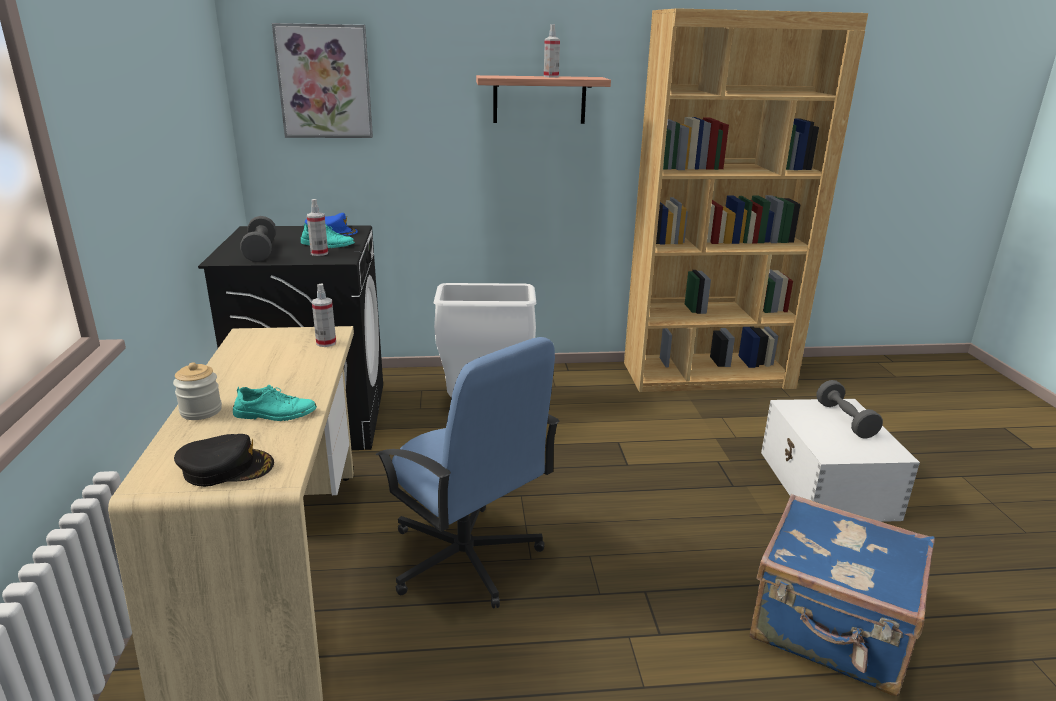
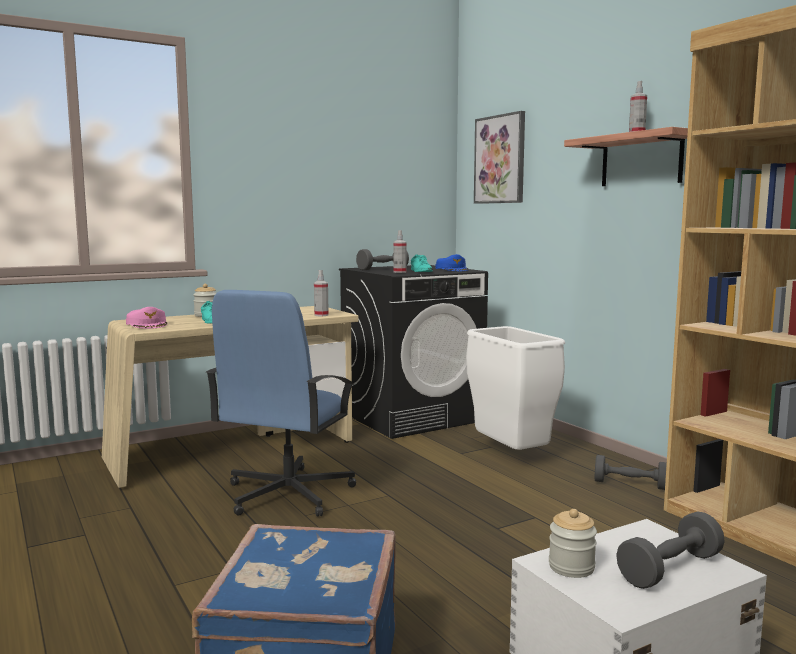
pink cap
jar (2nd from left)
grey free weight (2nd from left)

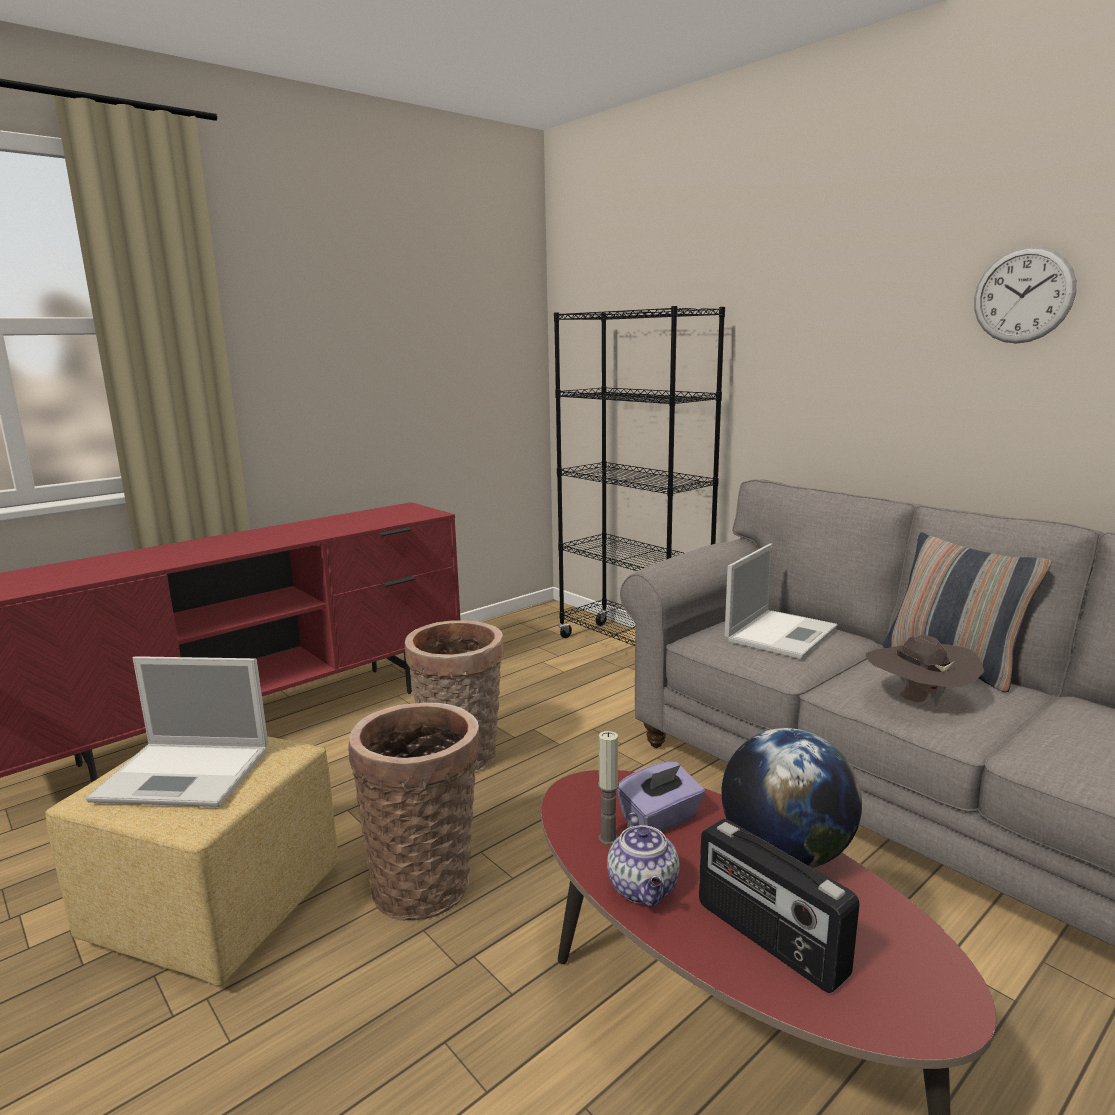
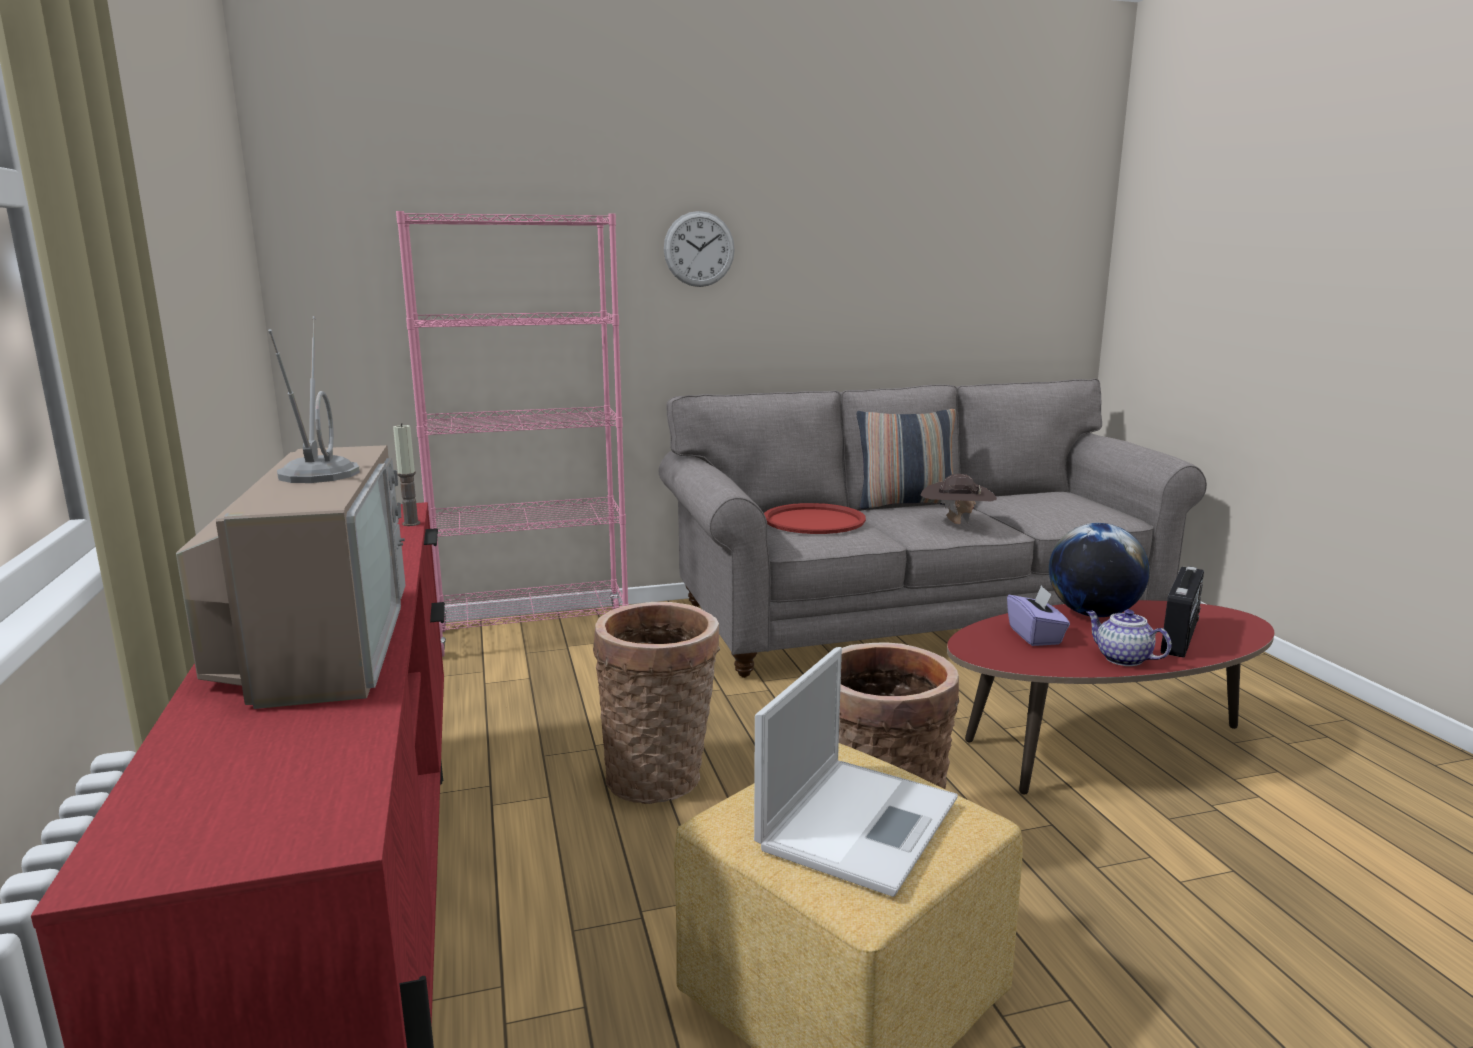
pink bookshelf
wax light
teapot
radio
reddish serving tray
hanging clock
TV

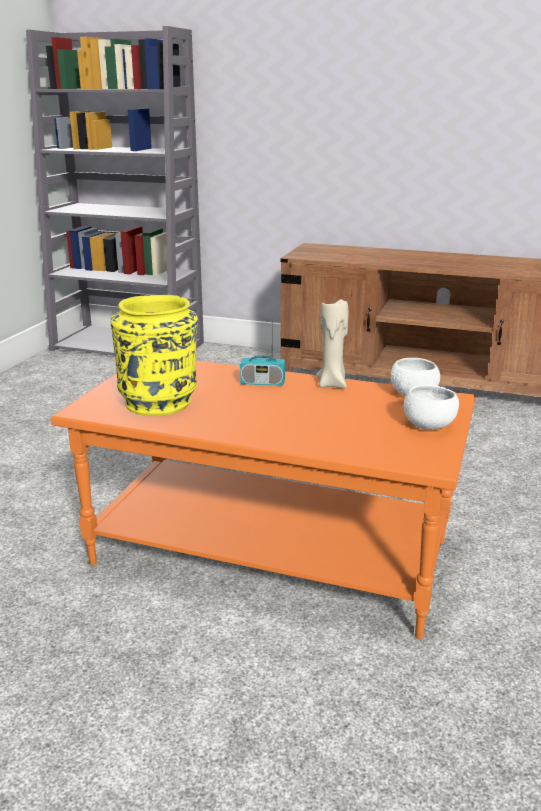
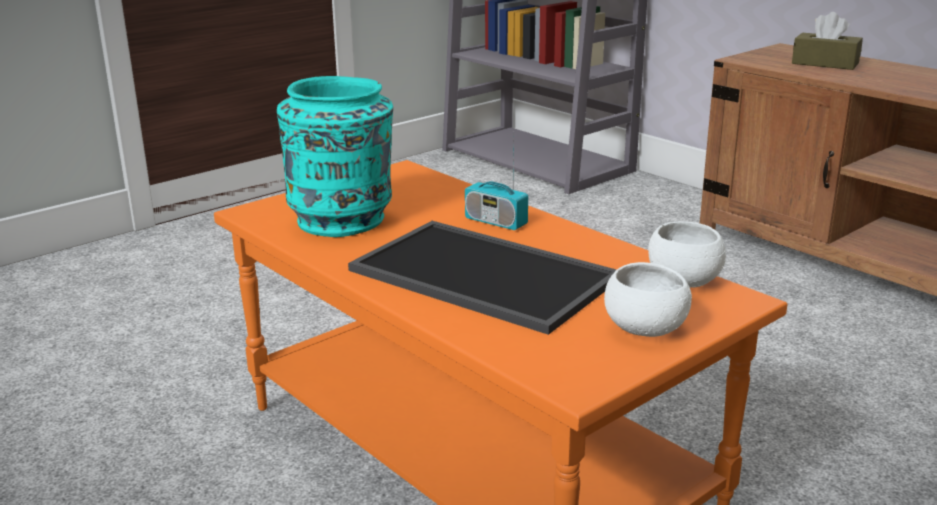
turquoise-coloured flower vase
sand-coloured wax light
serving tray
brown box of tissues

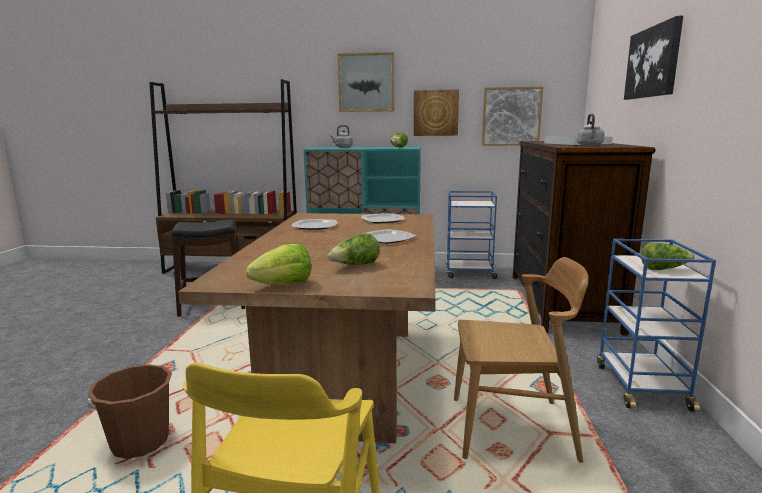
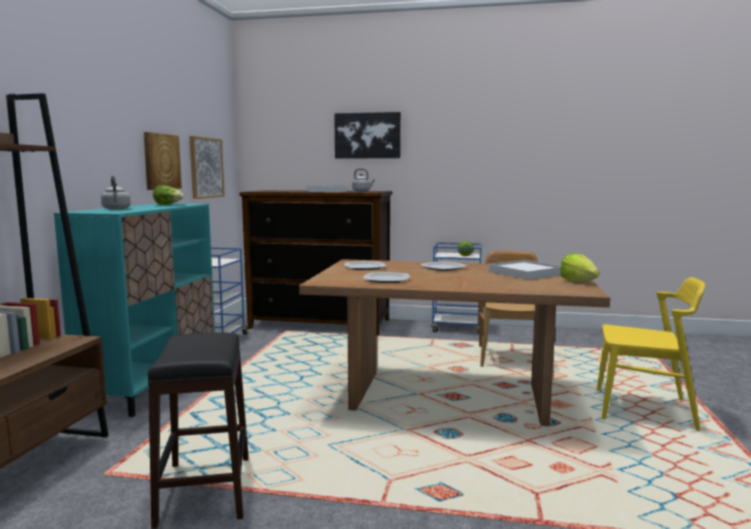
brown bucket
white serving tray (2nd from left)
wall art (1st from left in the first image)

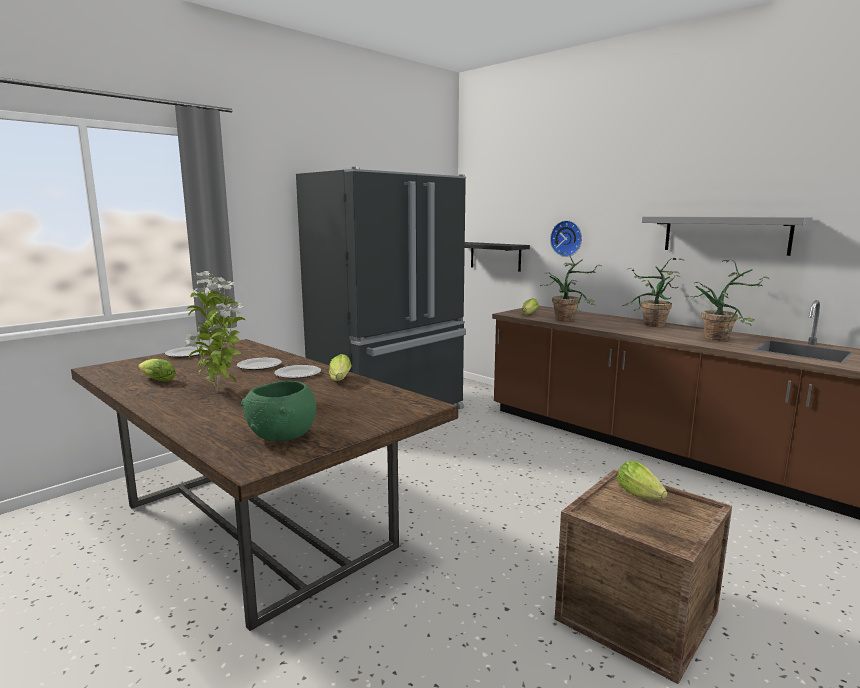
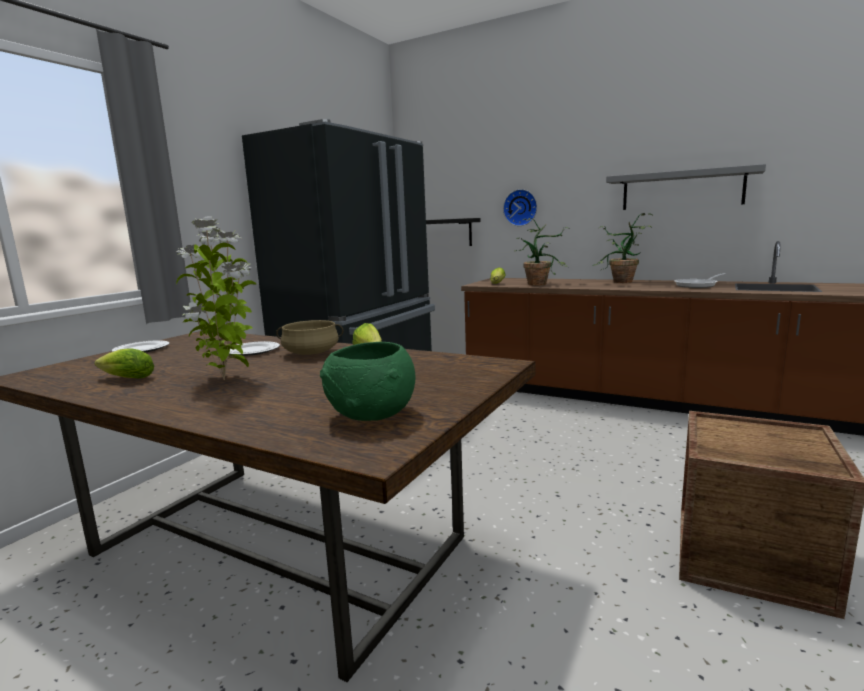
sand-coloured cooking pot
lettuce head (4th from left in the first image)
pan

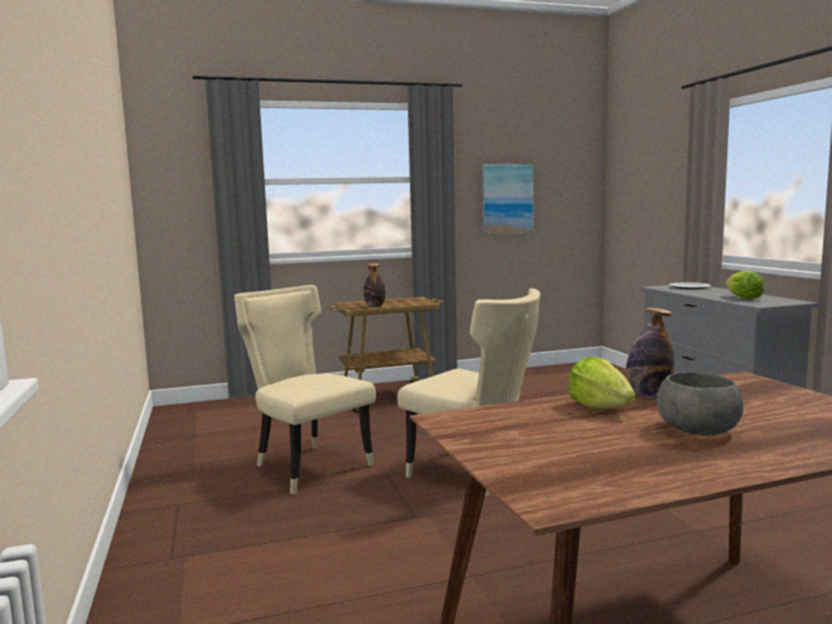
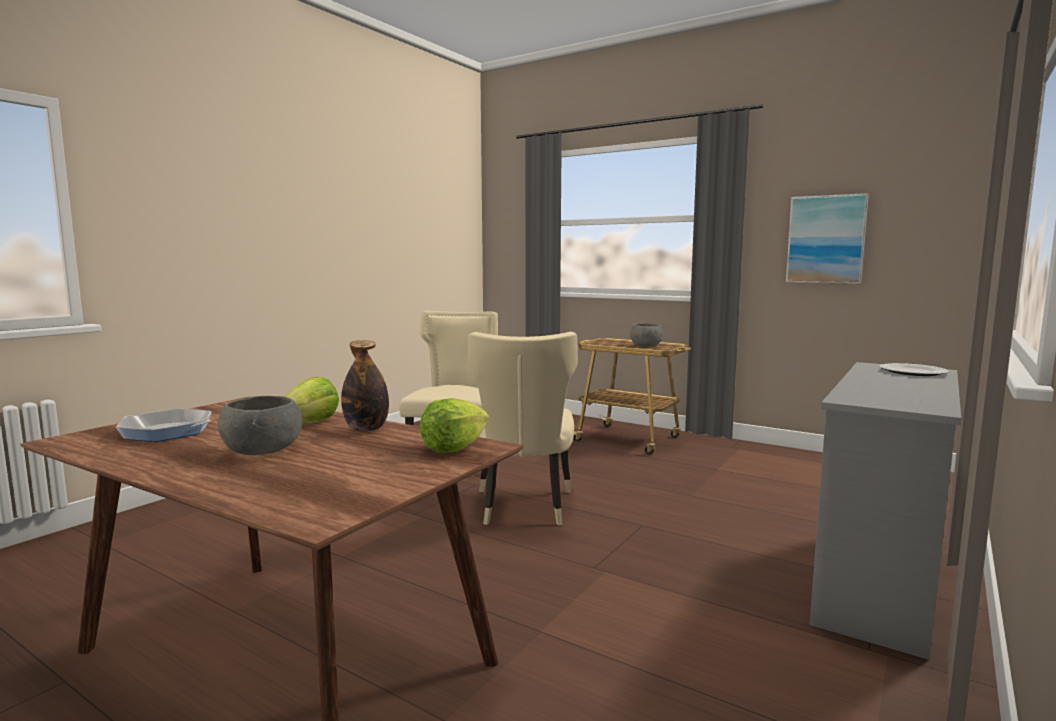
bottle (1st from left in the first image)
lettuce head (2nd from left)
pan
grey deep dish (2nd from left)

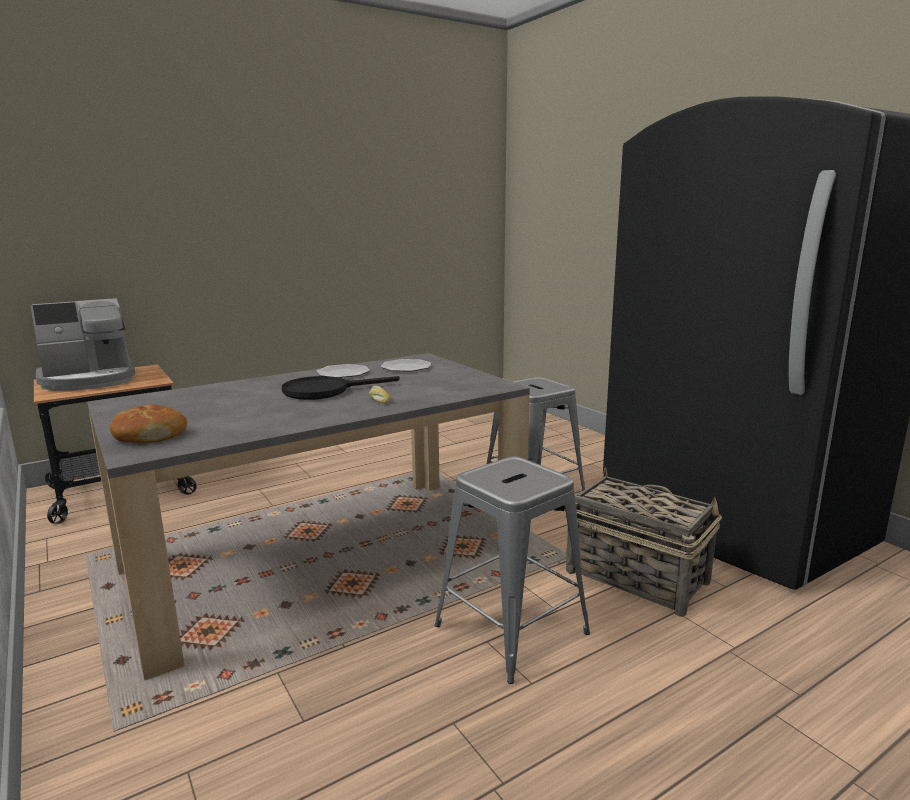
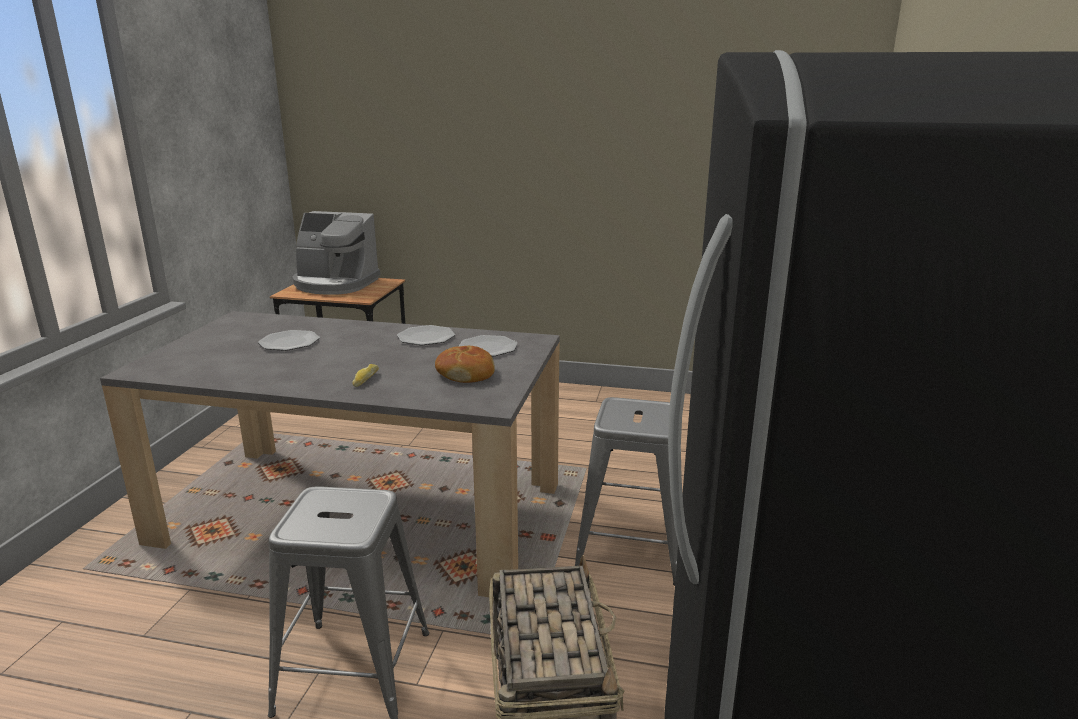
bakery bread (2nd from left)
black pan
plate (1st from left)

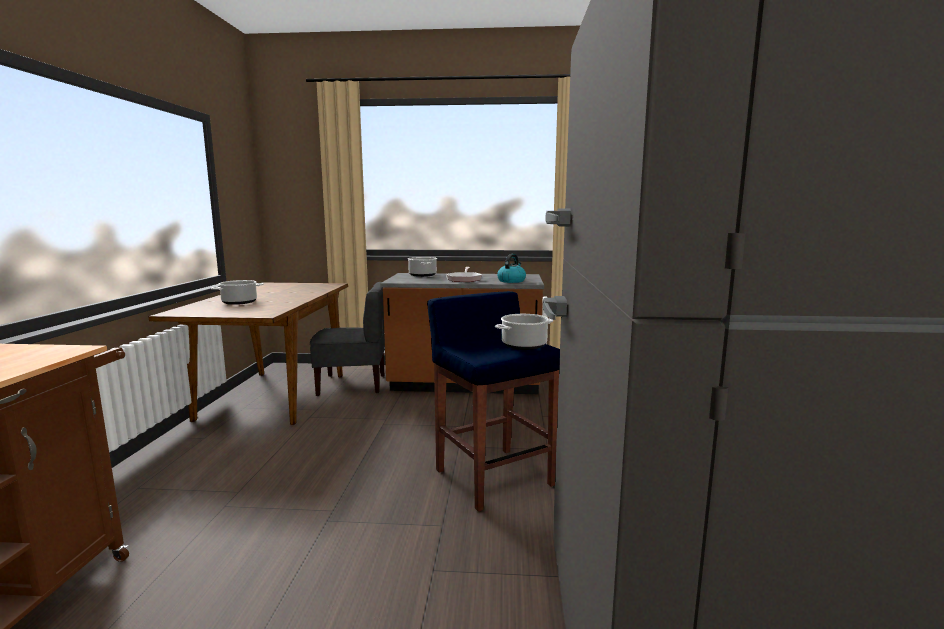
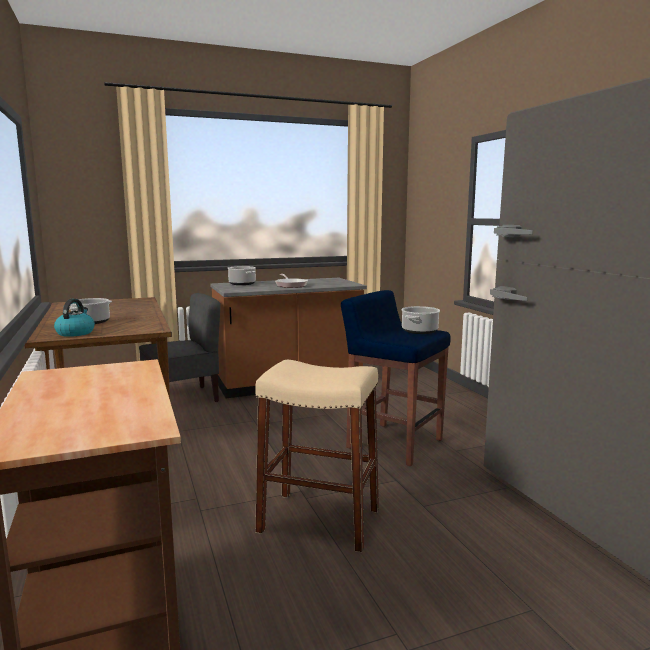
water kettle
sand-coloured sitting stool

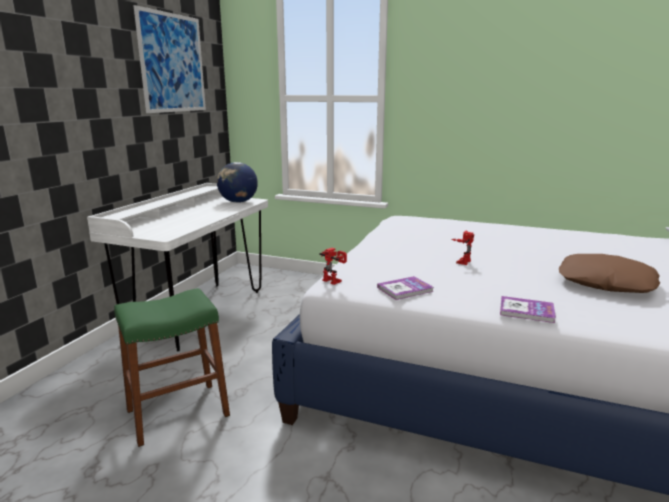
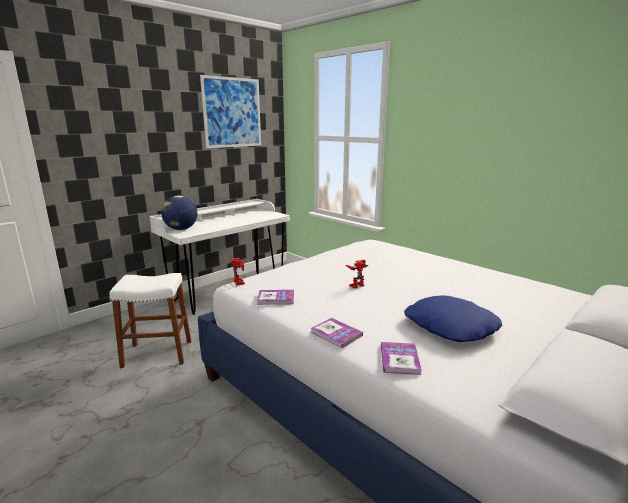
white sitting stool
globe
blue-coloured pillow
bound book (3rd from left)

